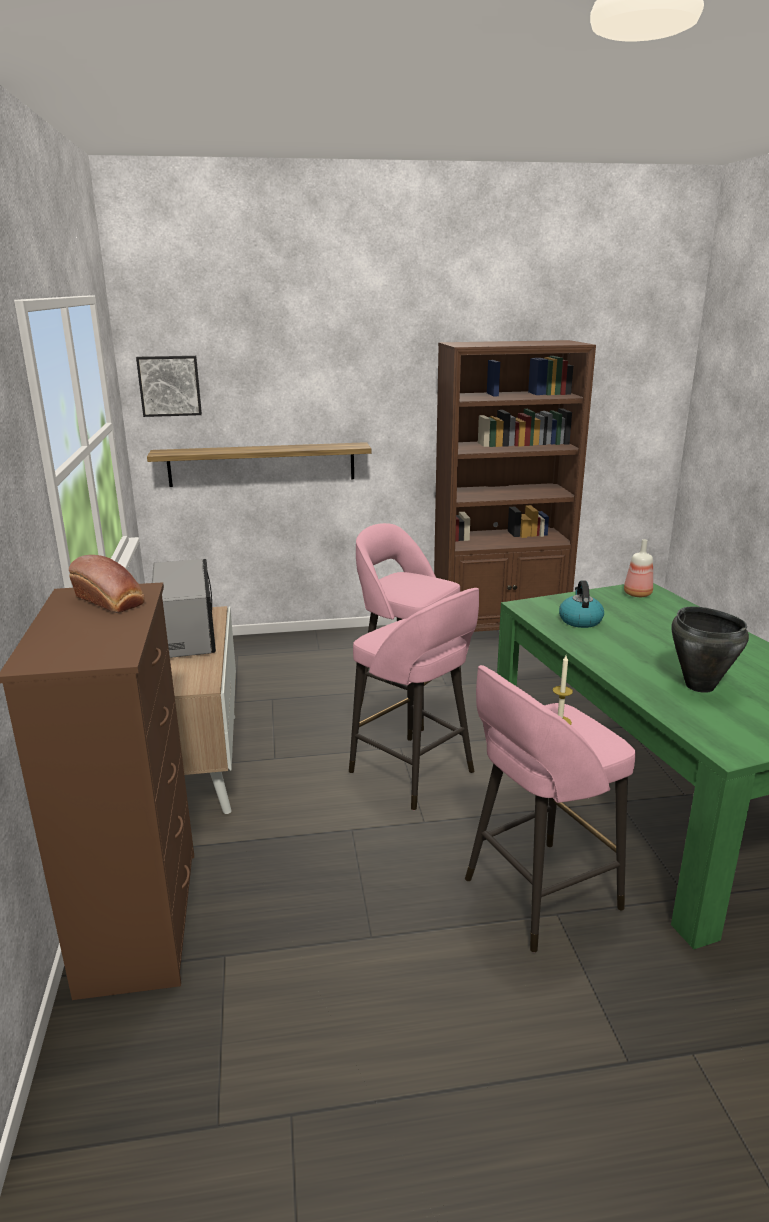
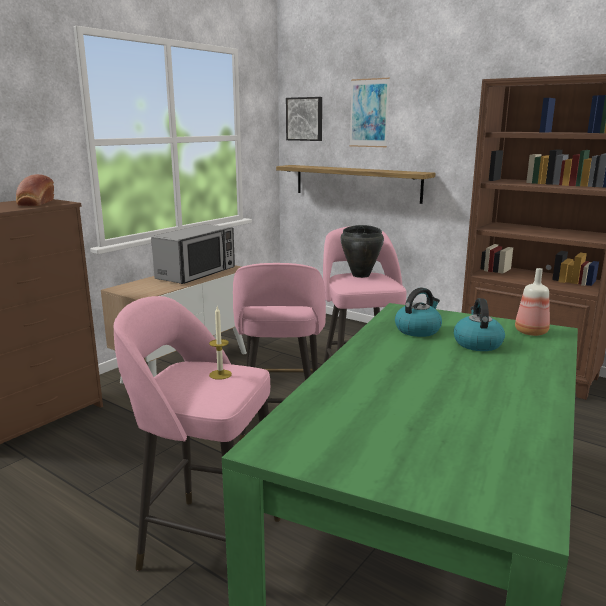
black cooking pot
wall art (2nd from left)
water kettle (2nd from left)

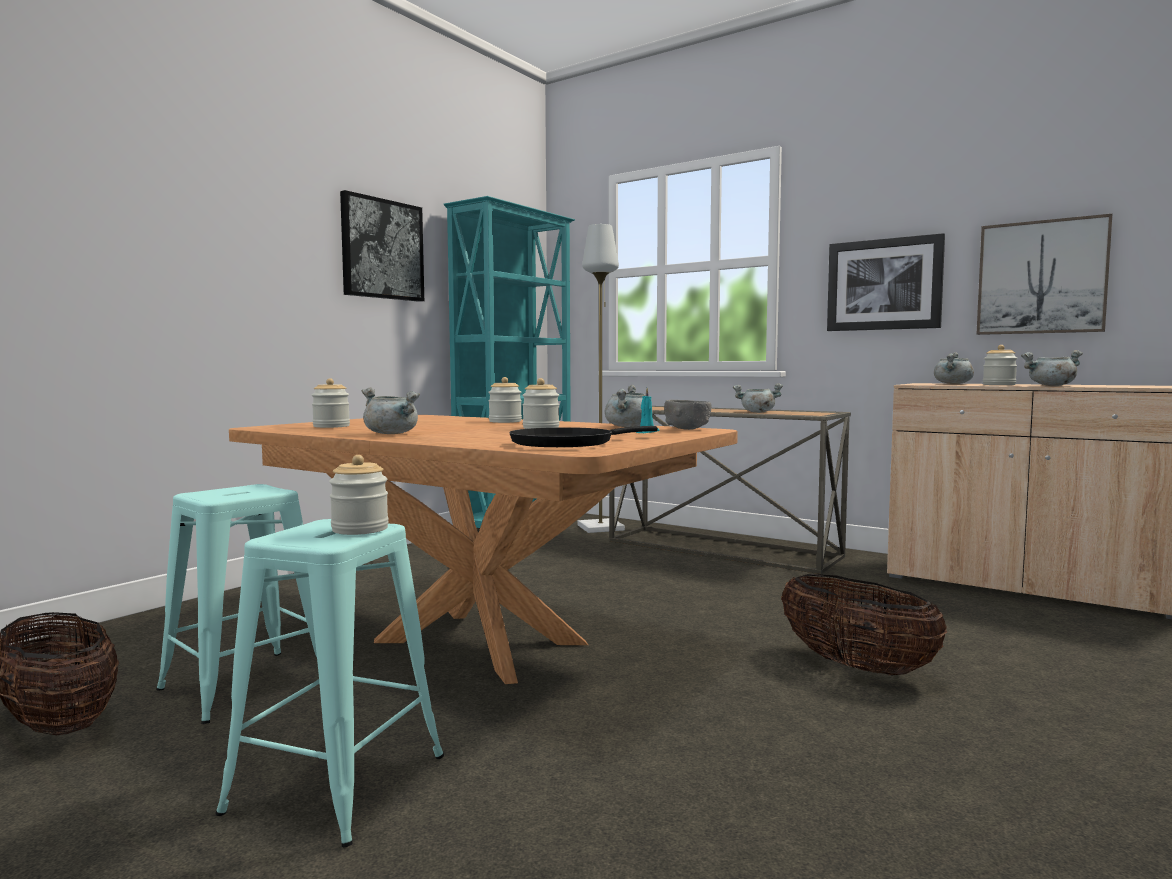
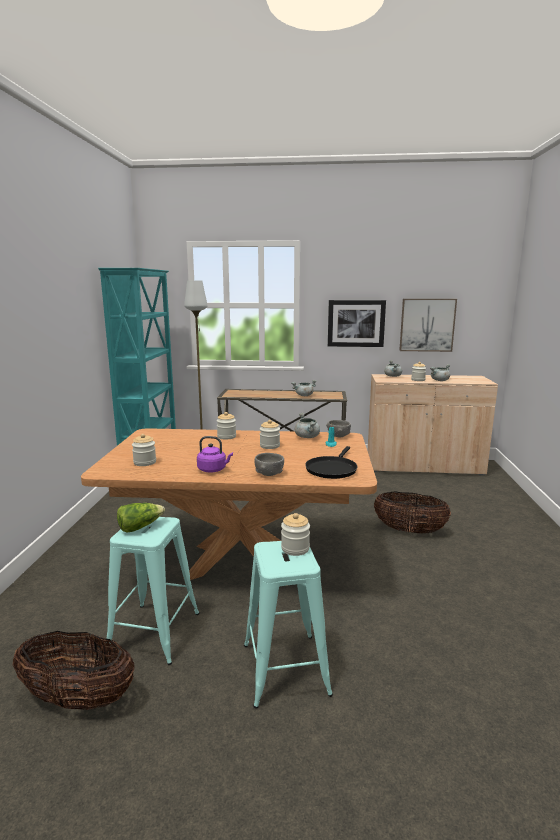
wall art (1st from left in the first image)
purple-coloured water kettle
lettuce head
grey deep dish (1st from left)

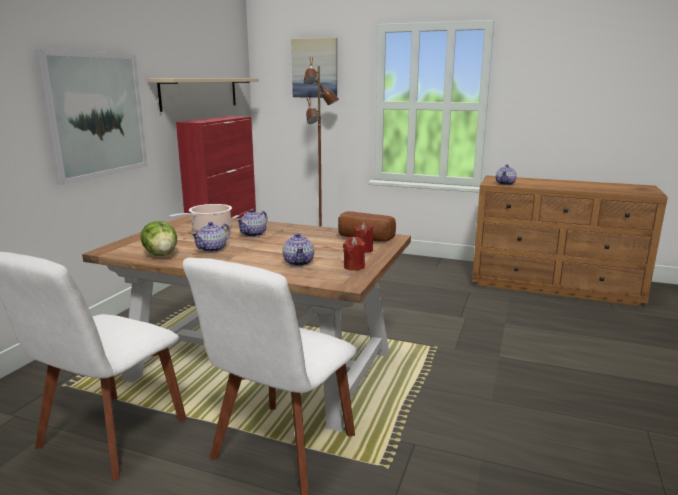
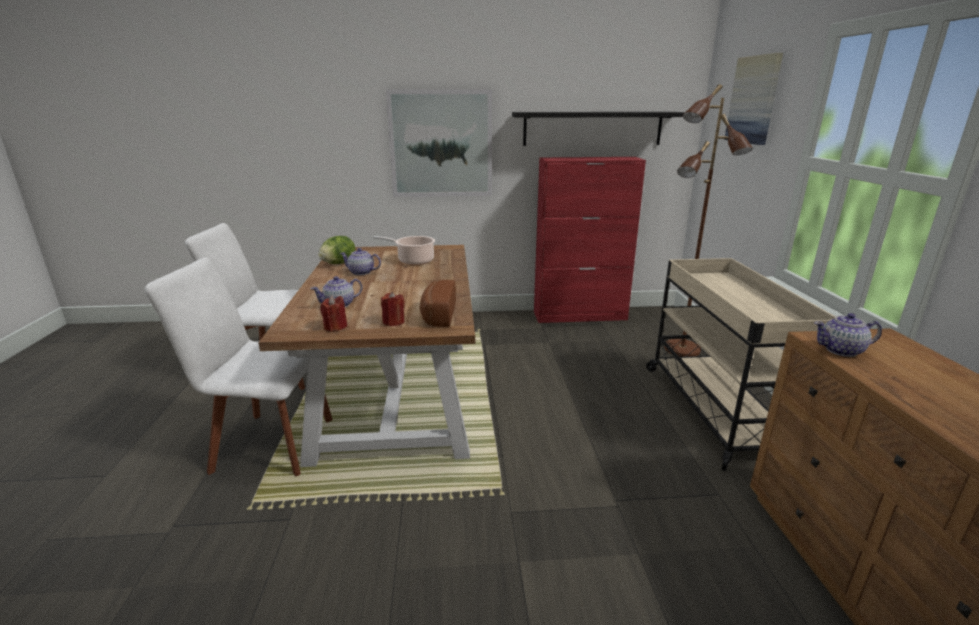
black bracket shelf
teapot (2nd from left in the first image)
sand-coloured wheeled cart

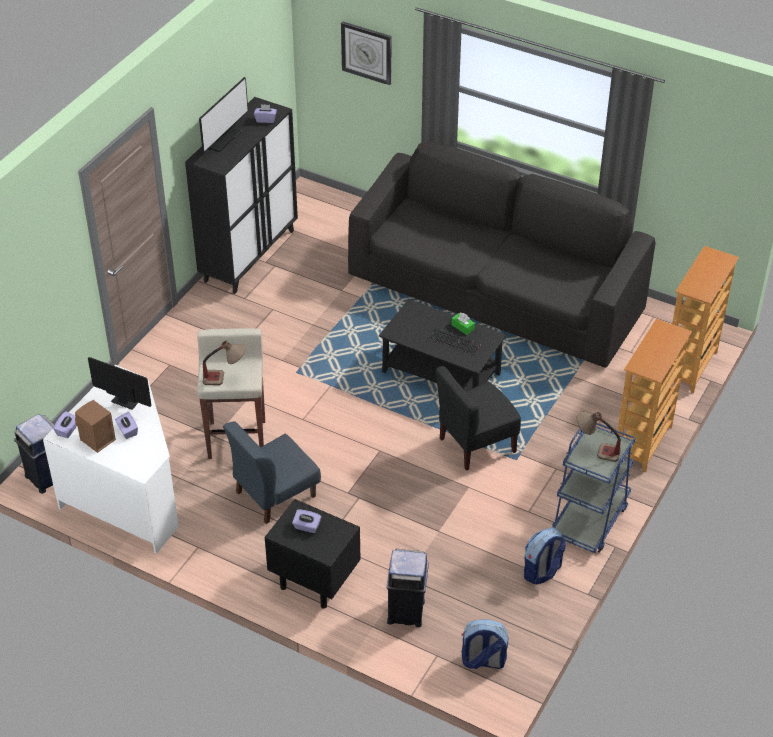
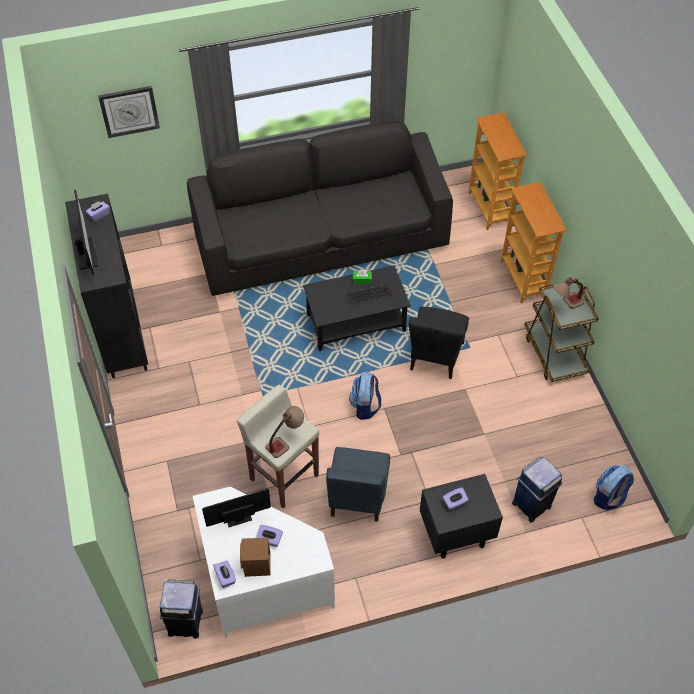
rucksack (1st from left)
brown wheeled cart

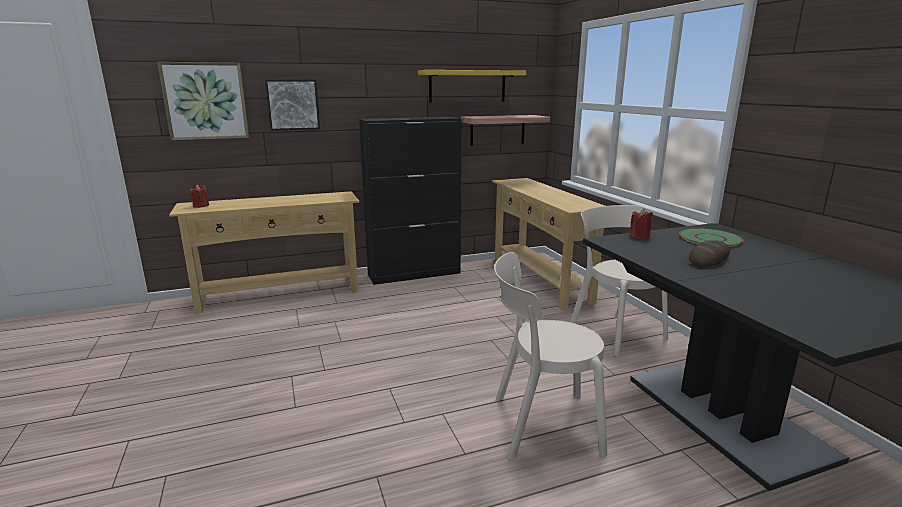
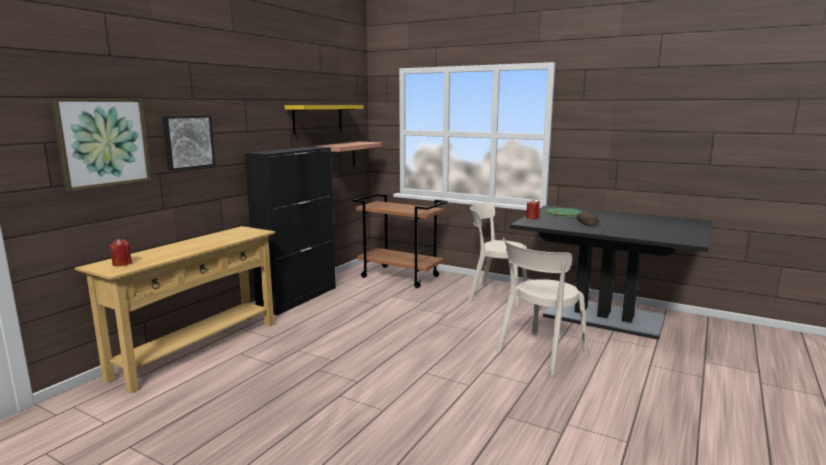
brown wheeled cart

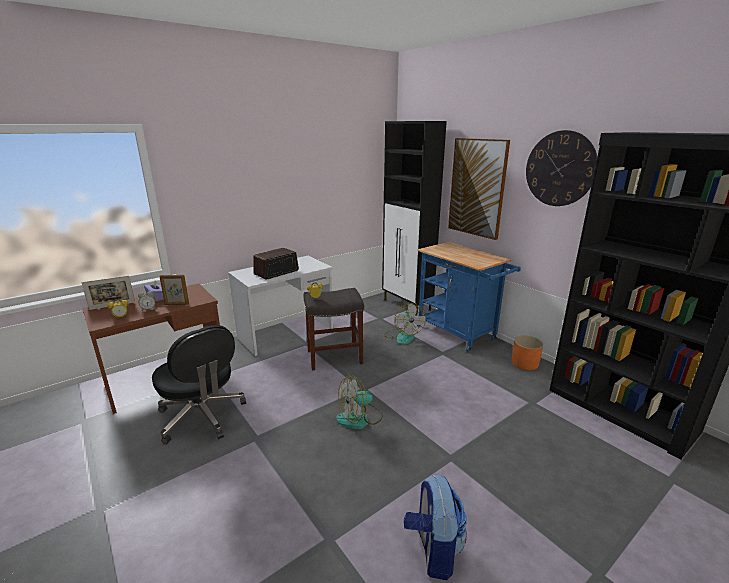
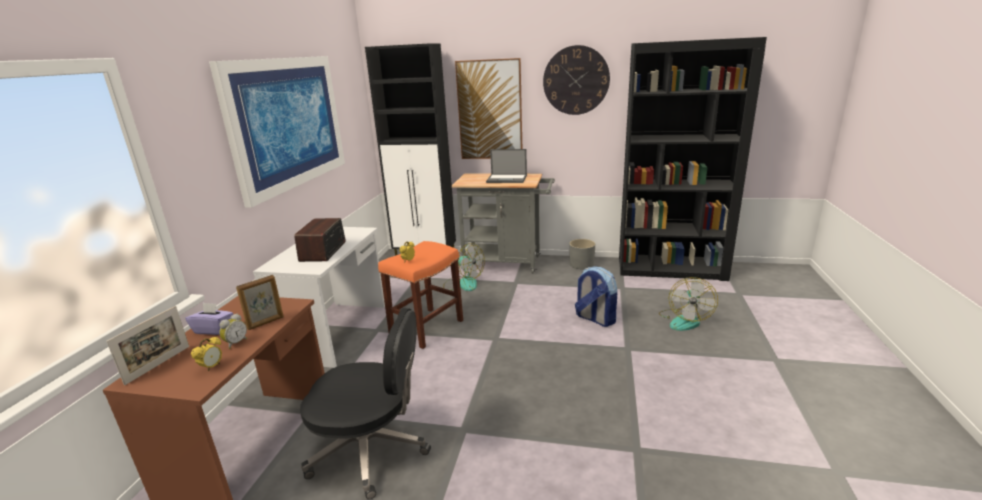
orange-coloured sitting stool
cooling fan (2nd from left)
rucksack
grey wheeled cart
grey flower pot
wall art (1st from left)
notebook computer

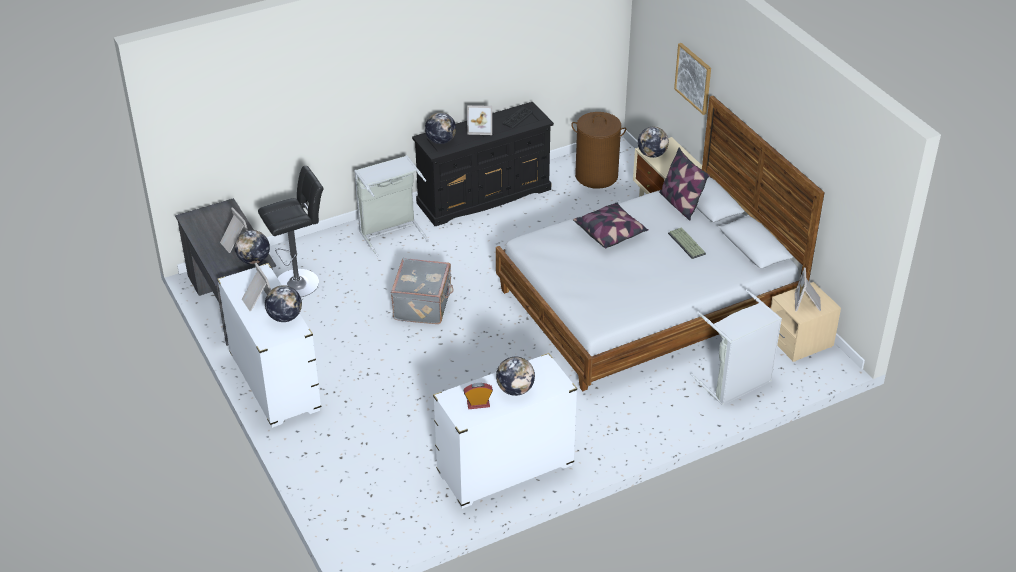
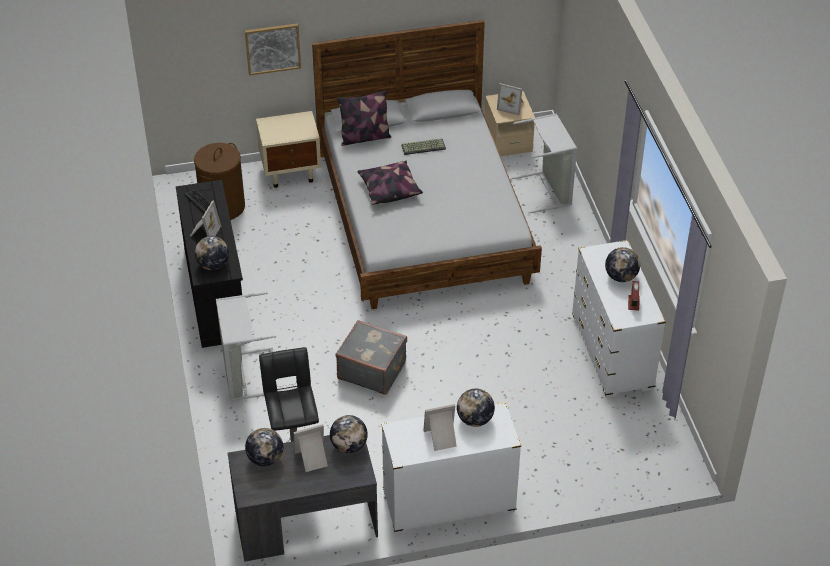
globe (2nd from left)

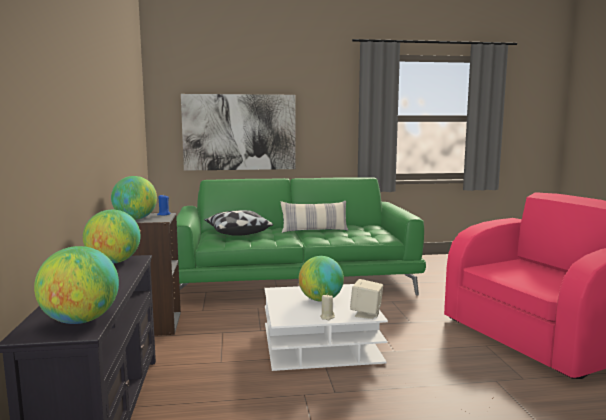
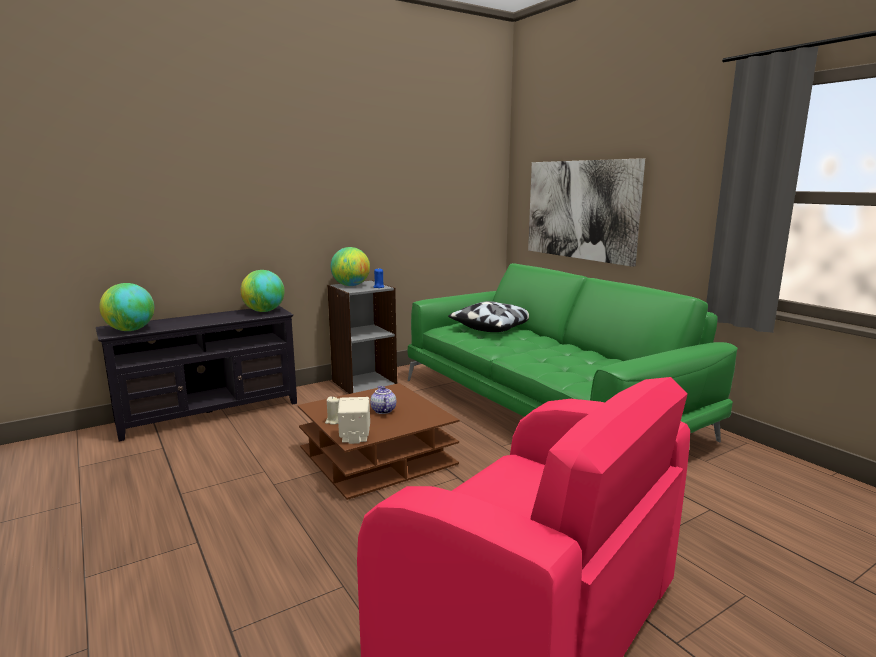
brown lounge table
pillow (2nd from left in the first image)
teapot

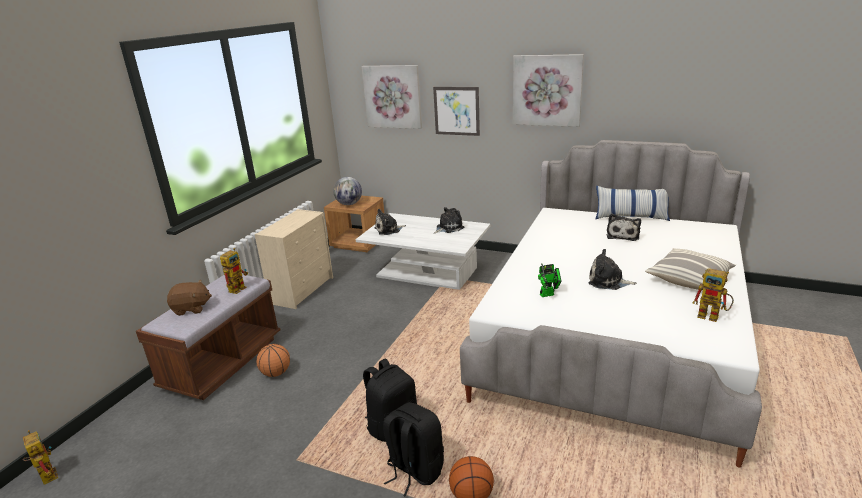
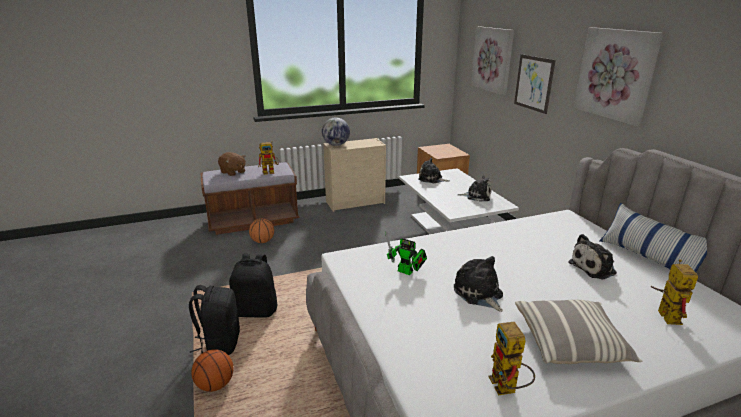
toy robot (4th from left)
globe

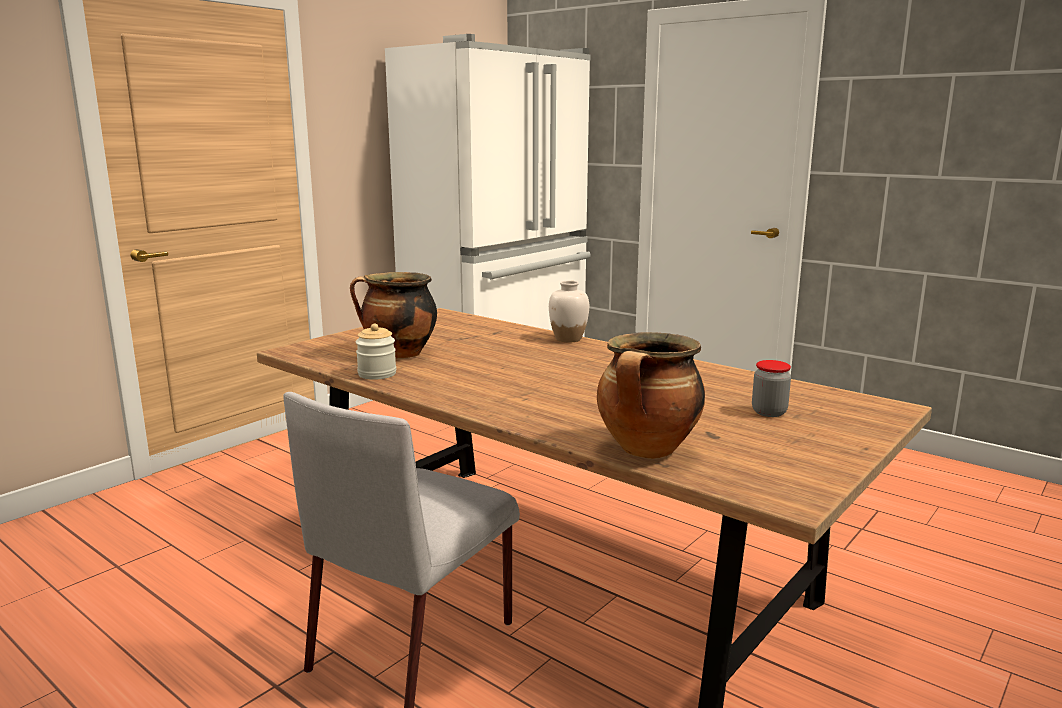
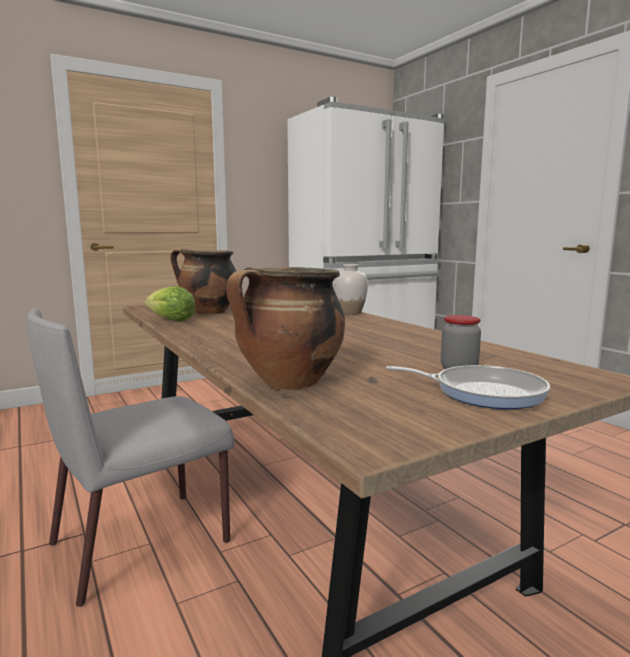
lettuce head
pan

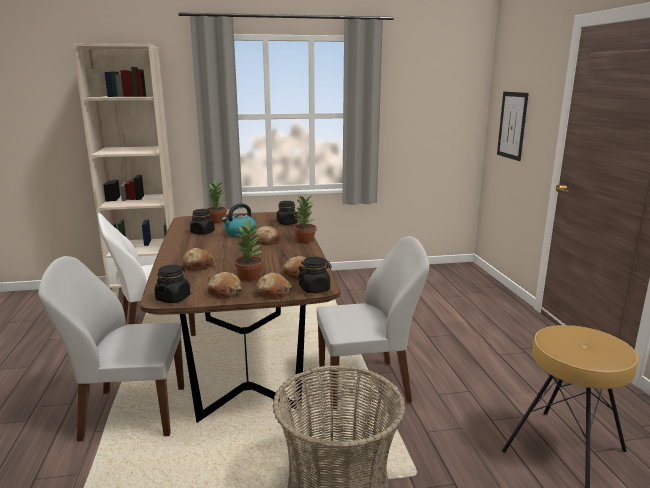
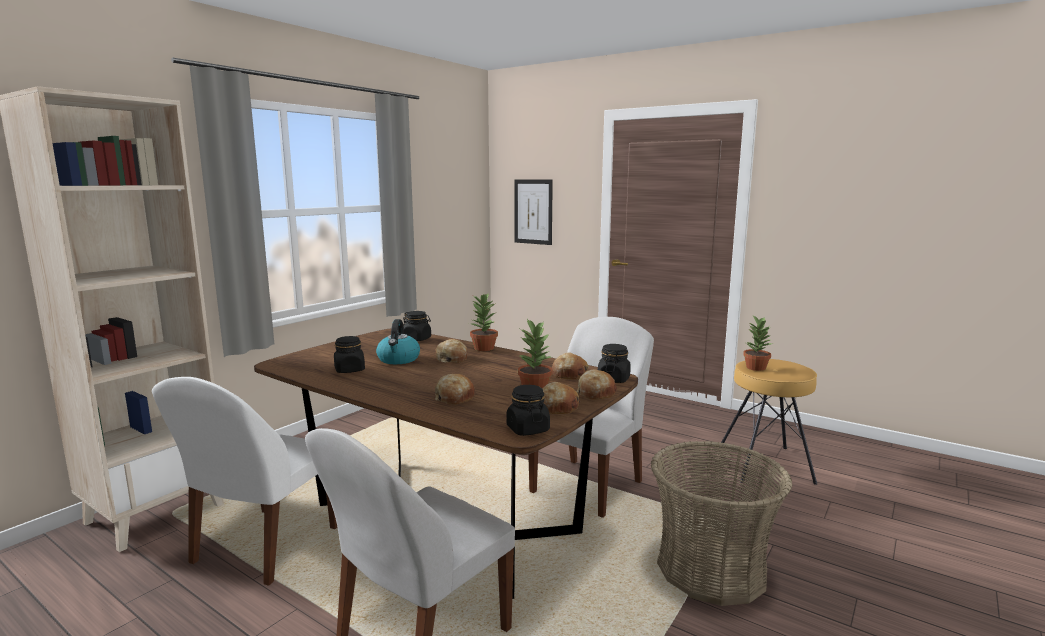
houseplant (3rd from left)

